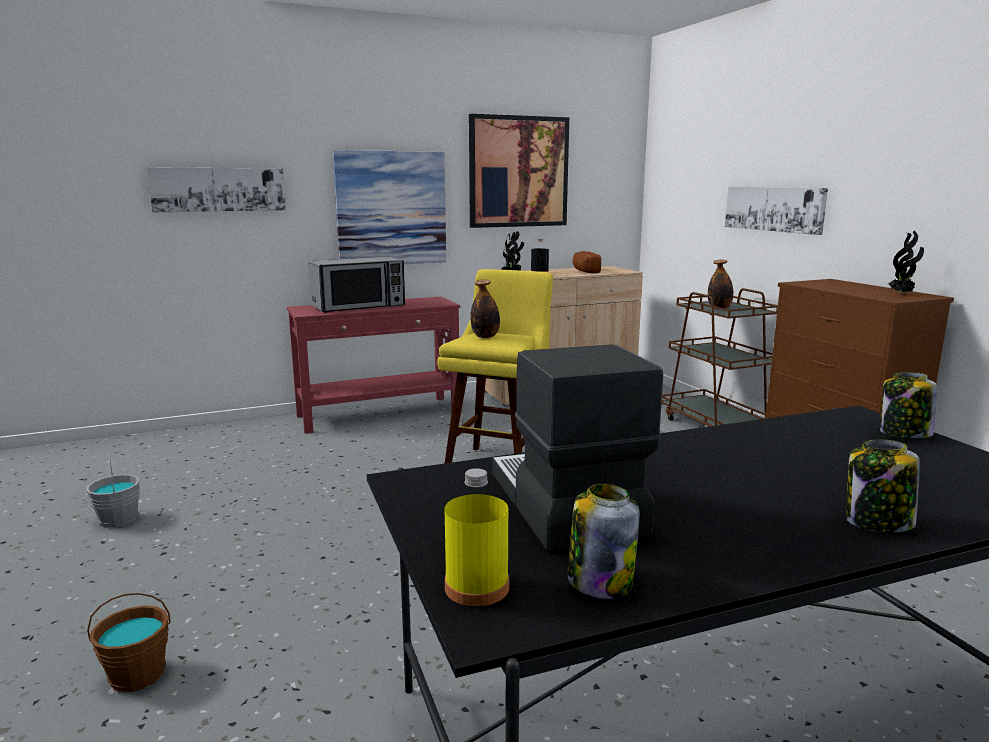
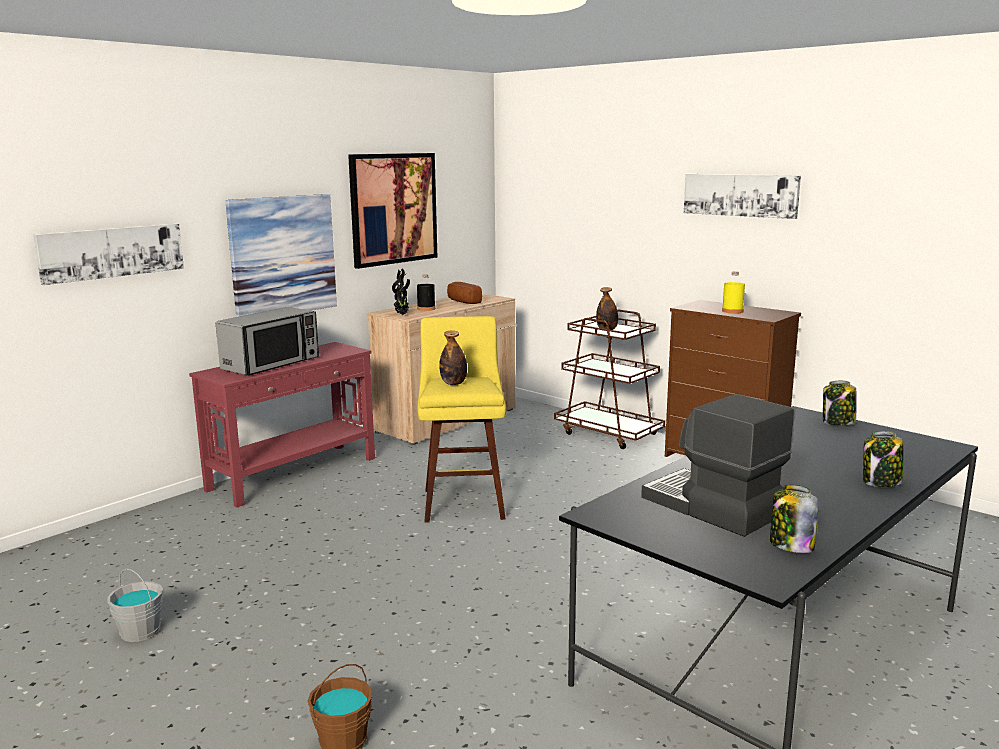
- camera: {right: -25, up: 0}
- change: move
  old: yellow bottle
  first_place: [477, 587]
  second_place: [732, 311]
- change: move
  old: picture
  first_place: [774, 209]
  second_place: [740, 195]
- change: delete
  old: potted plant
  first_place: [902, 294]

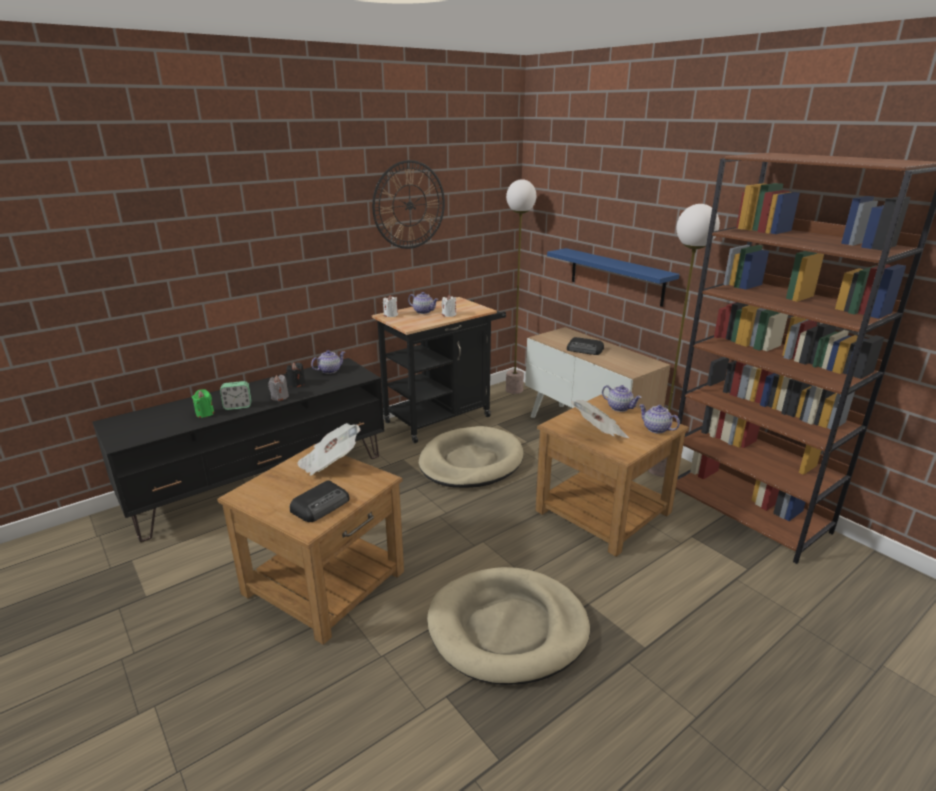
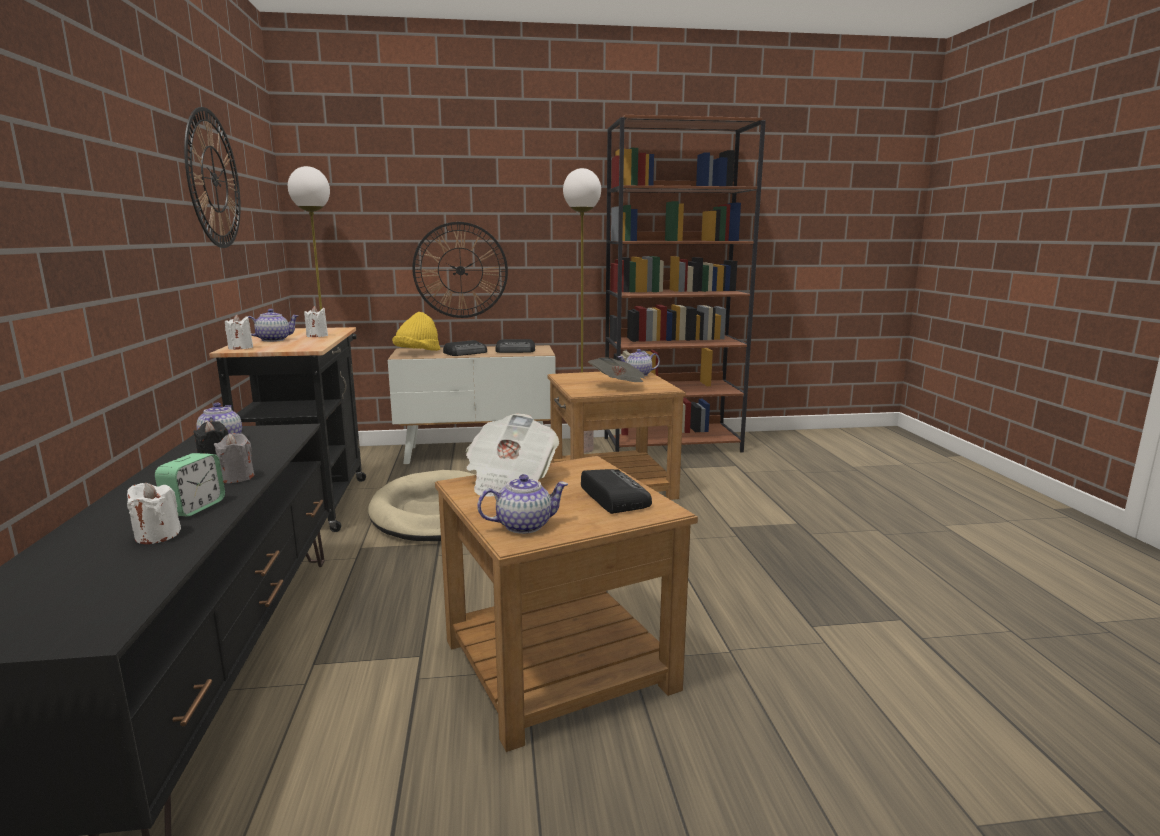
- camera: {right: -60, up: -10}
- change: recolor
  old: green candle
  new: white candle
  first_place: [205, 413]
  second_place: [157, 535]
- change: delete
  old: beige dog bed
  first_place: [508, 628]
- change: replace
  old: blue shelf
  new: wall clock
  first_place: [616, 276]
  second_place: [460, 270]
- change: move
  old: teapot
  first_place: [620, 408]
  second_place: [524, 525]
- change: insert
  new: yellow hat
  second_place: [417, 353]
- change: insert
  new: radio
  second_place: [516, 351]

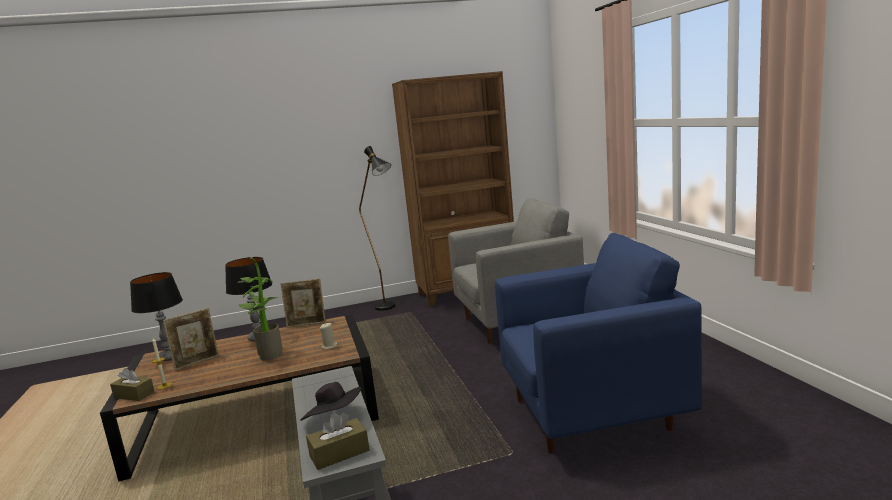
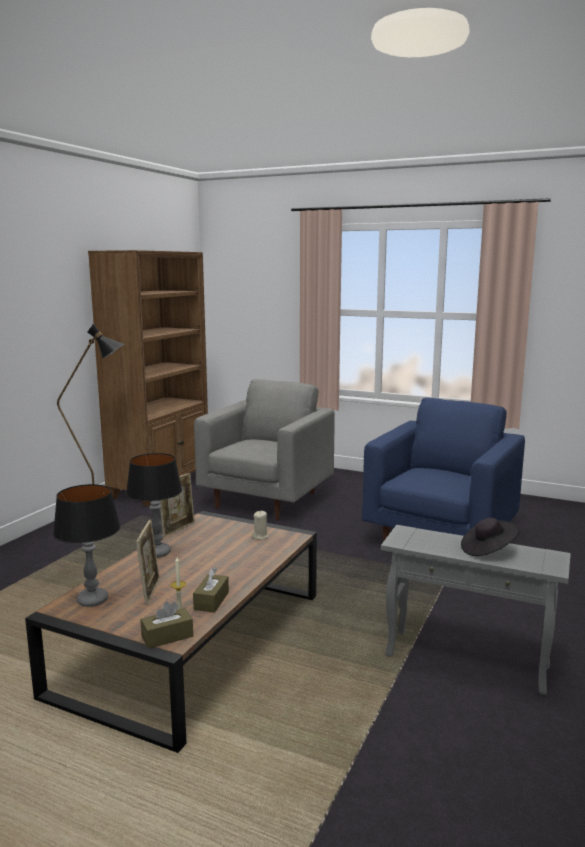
- camera: {right: -50, up: 0}
- change: delete
  old: potted plant
  first_place: [267, 355]
- change: move
  old: brown tissue box
  first_place: [339, 453]
  second_place: [211, 601]

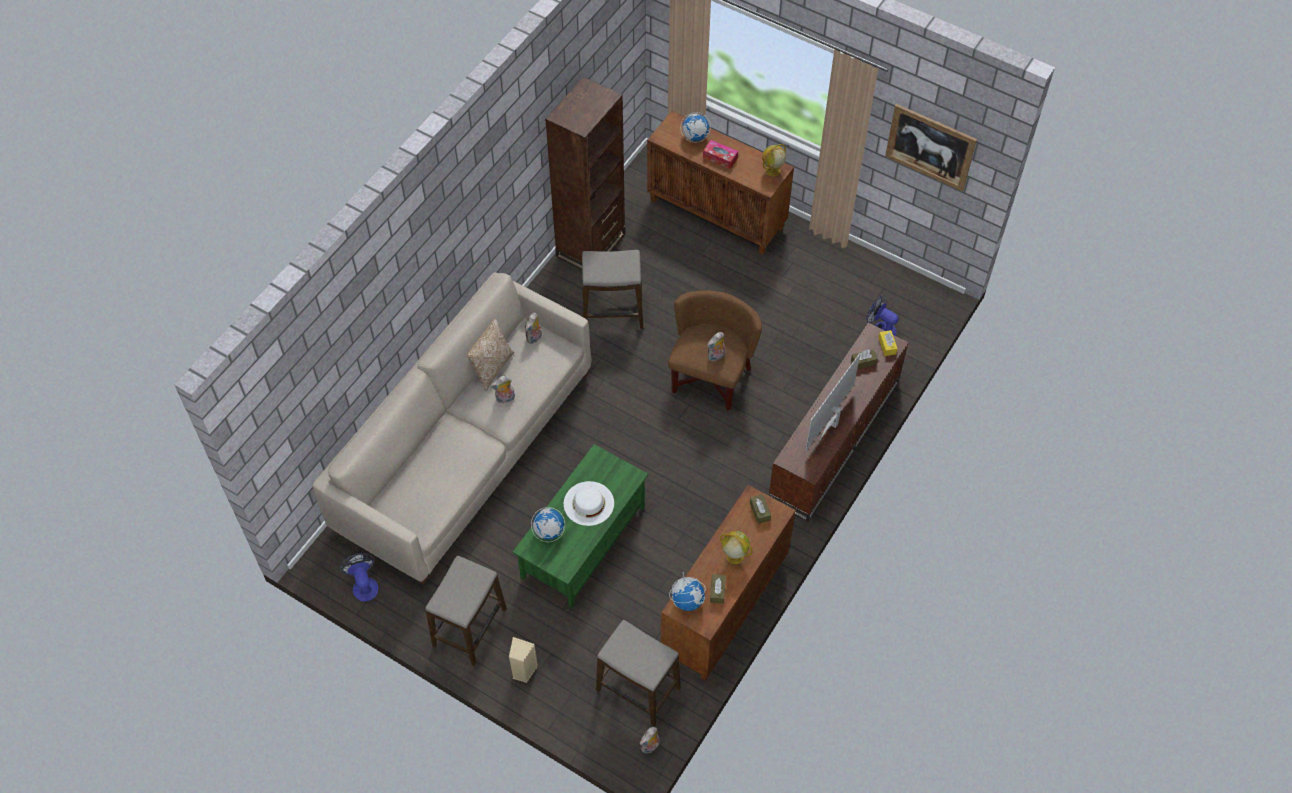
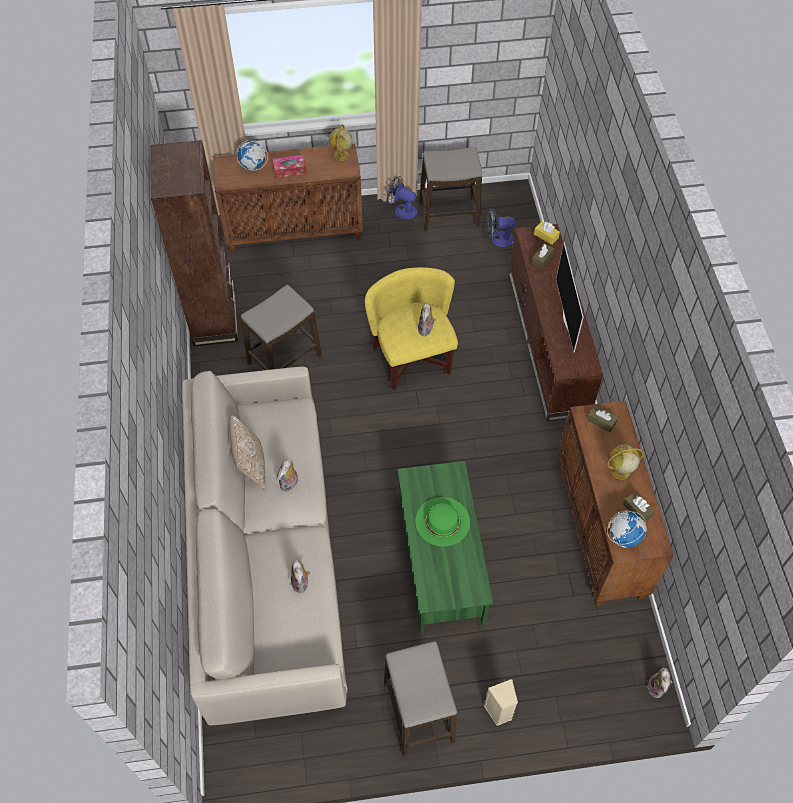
- camera: {right: -40, up: 0}
- change: move
  old: fan
  first_place: [364, 585]
  second_place: [402, 210]
- change: move
  old: plush toy
  first_place: [534, 338]
  second_place: [301, 583]
- change: delete
  old: globe
  first_place: [548, 532]
- change: recolor
  old: white hat
  new: green hat
  first_place: [588, 503]
  second_place: [442, 521]
- change: move
  old: stool
  first_place: [638, 689]
  second_place: [449, 215]
- change: recolor
  old: brown armchair
  new: yellow armchair
  first_place: [710, 378]
  second_place: [412, 359]
- change: delete
  old: picture
  first_place: [930, 147]

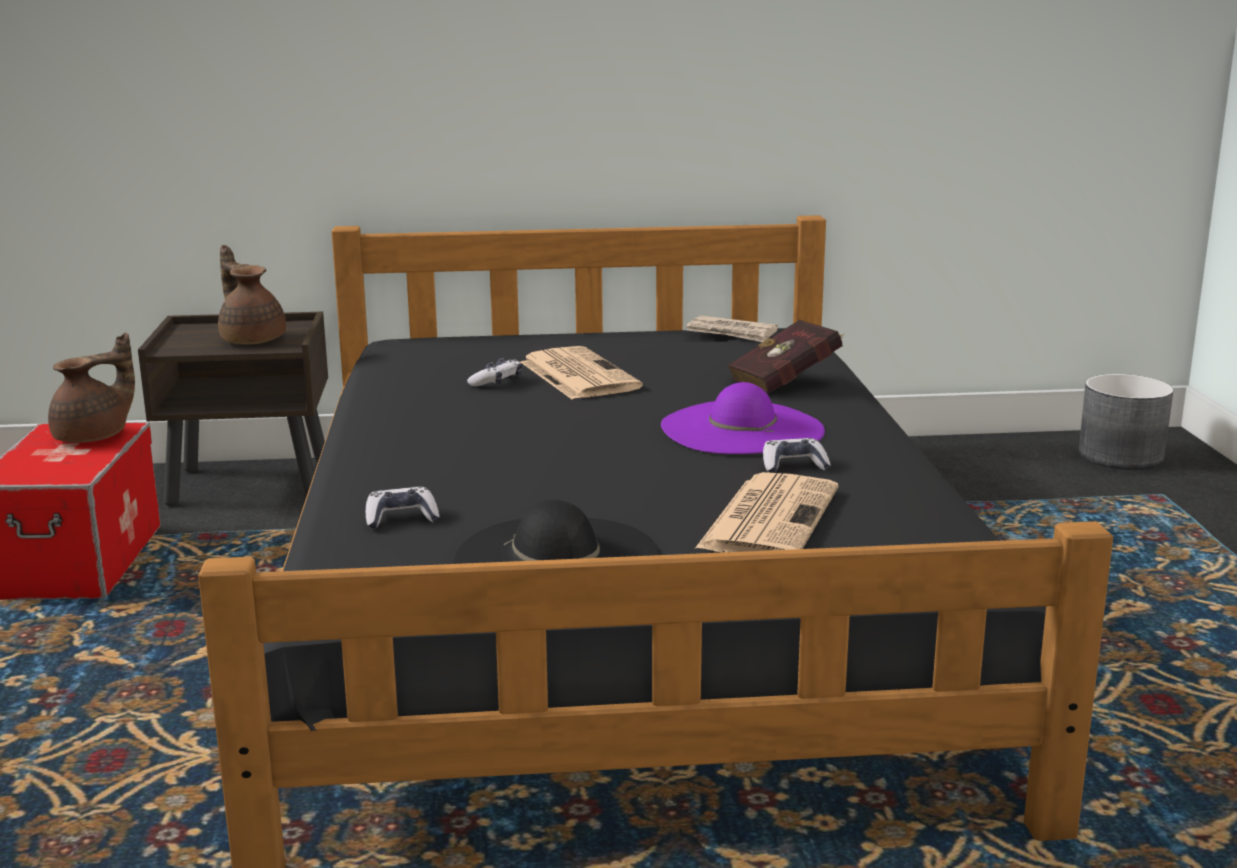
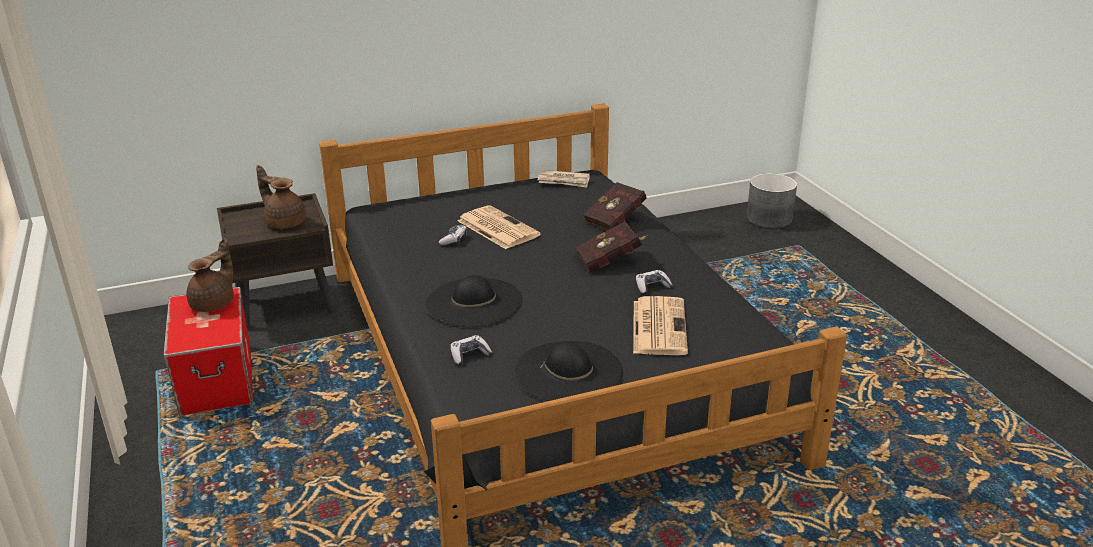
- camera: {right: -15, up: 10}
- change: replace
  old: purple hat
  new: red book
  first_place: [741, 429]
  second_place: [611, 261]
- change: insert
  new: black hat
  second_place: [474, 302]

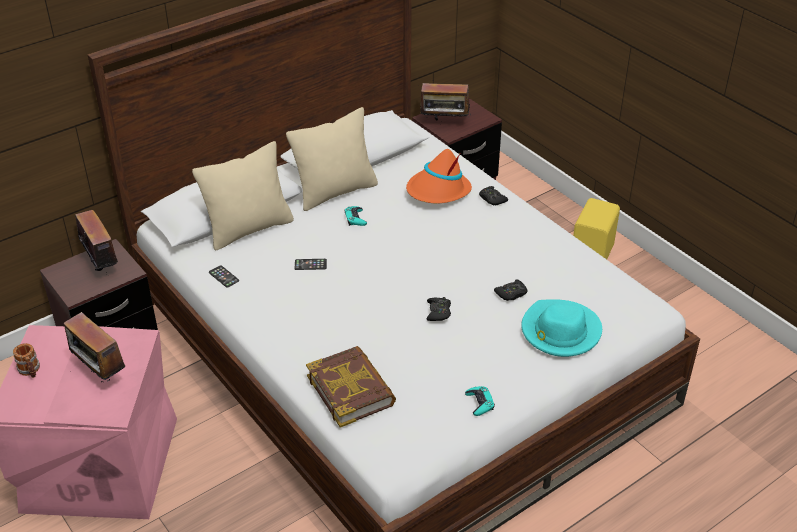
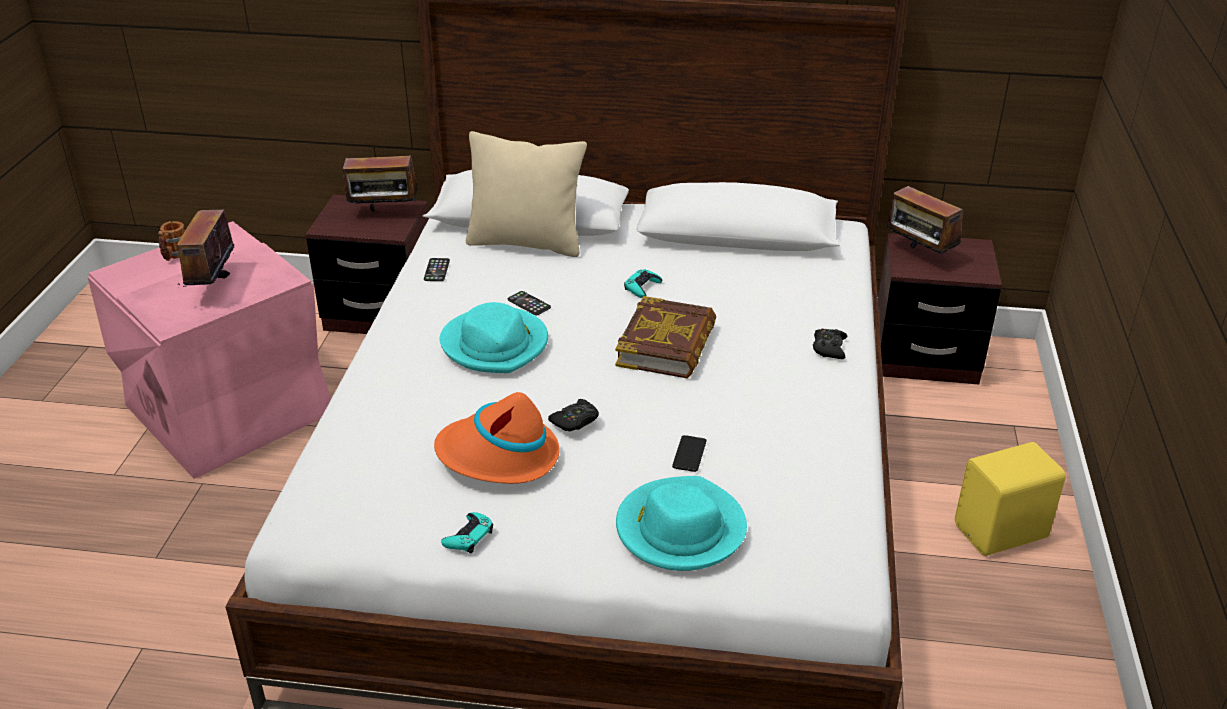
- camera: {right: 45, up: -5}
- change: rotate
  old: radio
  first_place: [101, 263]
  second_place: [384, 214]
  degrees: 75
- change: delete
  old: beige pillow
  first_place: [335, 191]
- change: move
  old: book
  first_place: [351, 390]
  second_place: [667, 345]
- change: move
  old: orange hat
  first_place: [438, 191]
  second_place: [498, 456]
- change: replace
  old: black game controller
  new: phone
  first_place: [511, 293]
  second_place: [689, 454]
- change: insert
  new: turquoise hat
  second_place: [495, 344]

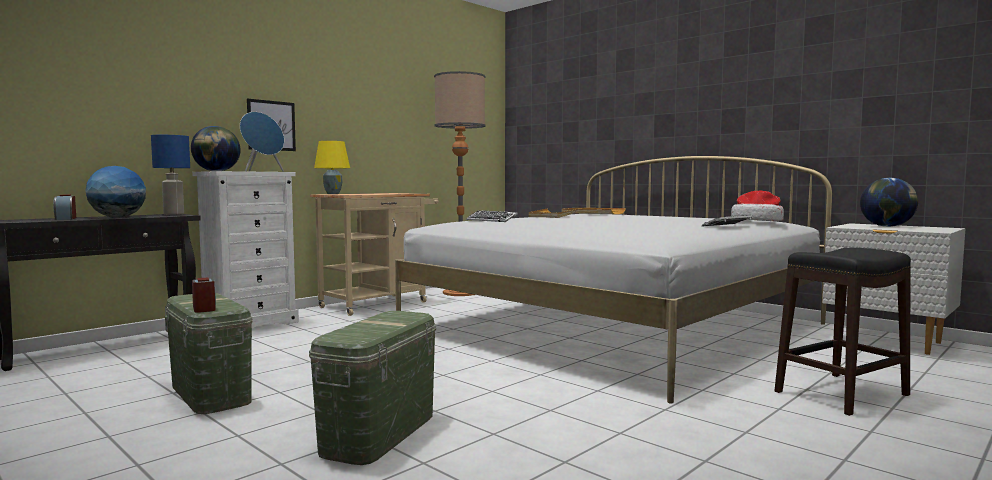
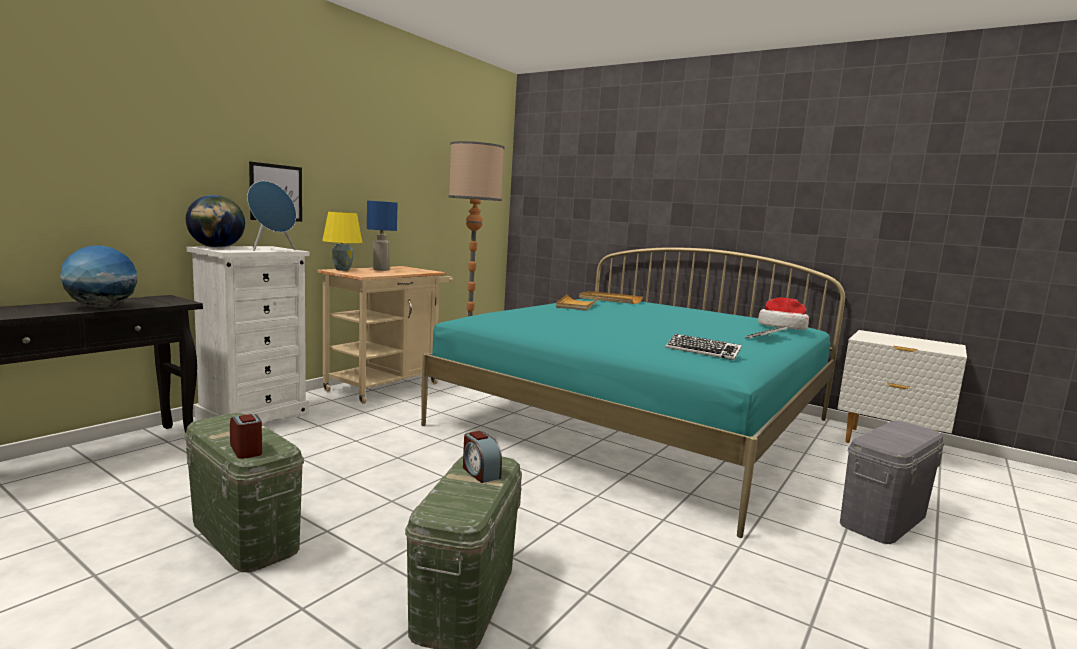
- camera: {right: -10, up: 5}
- change: move
  old: alarm clock
  first_place: [65, 218]
  second_place: [480, 472]
- change: move
  old: blue table lamp
  first_place: [174, 214]
  second_place: [381, 270]
- change: recolor
  old: white bed
  new: turquoise bed
  first_place: [615, 326]
  second_place: [639, 422]
- change: move
  old: keyboard
  first_place: [491, 220]
  second_place: [702, 351]
- change: replace
  old: black stool
  new: grey storage box
  first_place: [840, 393]
  second_place: [883, 518]
- change: delete
  old: globe
  first_place: [887, 226]

